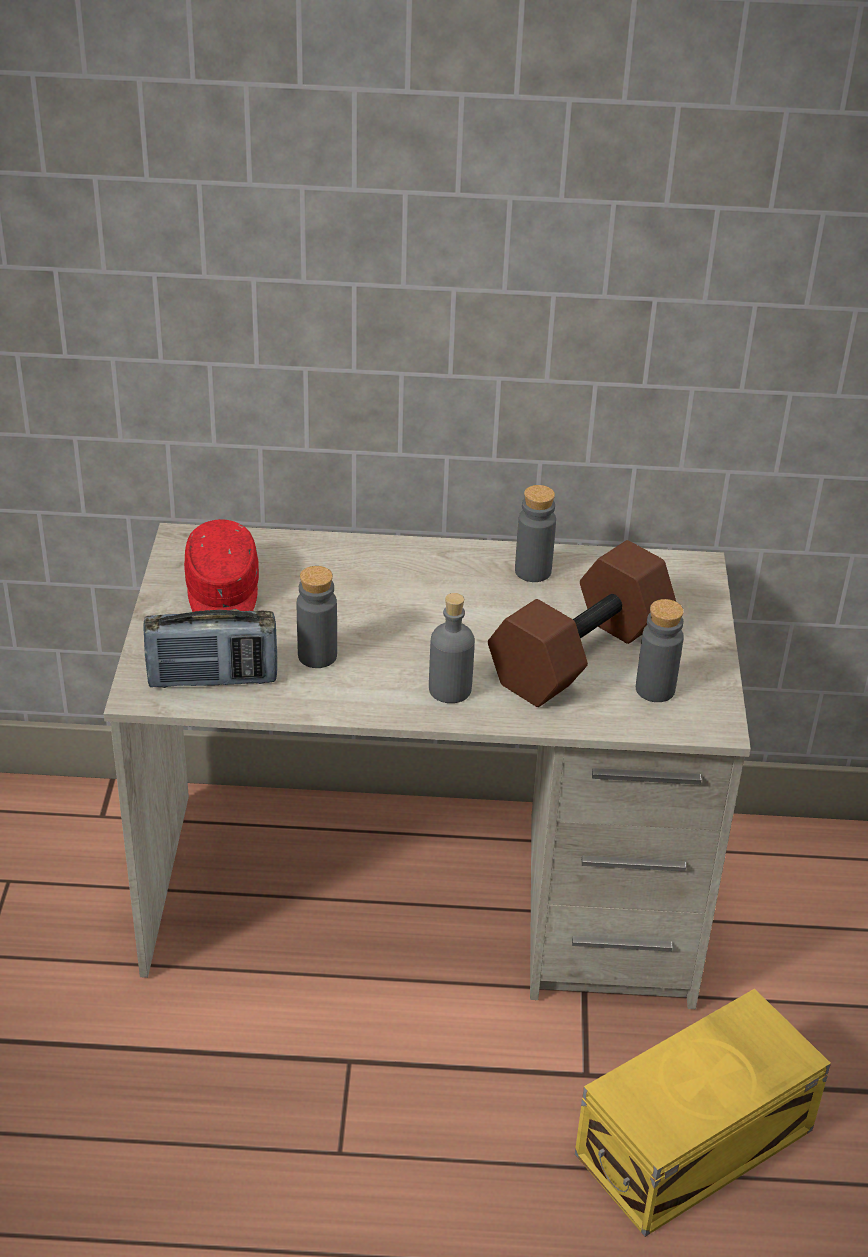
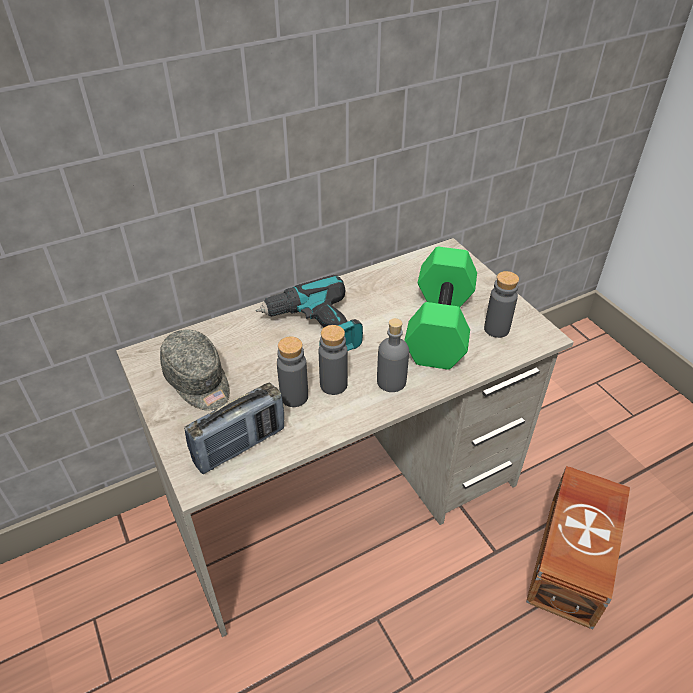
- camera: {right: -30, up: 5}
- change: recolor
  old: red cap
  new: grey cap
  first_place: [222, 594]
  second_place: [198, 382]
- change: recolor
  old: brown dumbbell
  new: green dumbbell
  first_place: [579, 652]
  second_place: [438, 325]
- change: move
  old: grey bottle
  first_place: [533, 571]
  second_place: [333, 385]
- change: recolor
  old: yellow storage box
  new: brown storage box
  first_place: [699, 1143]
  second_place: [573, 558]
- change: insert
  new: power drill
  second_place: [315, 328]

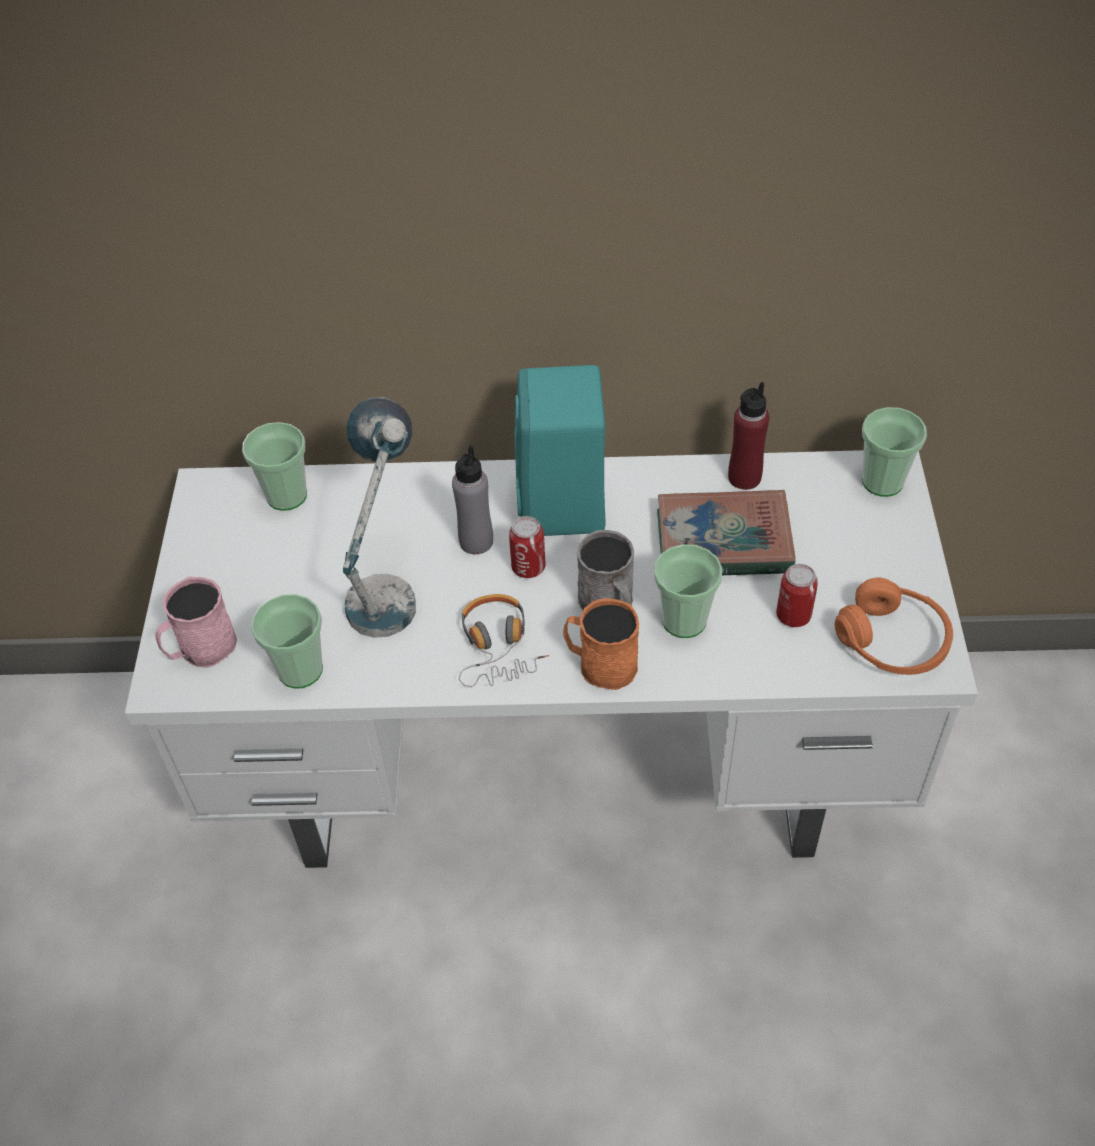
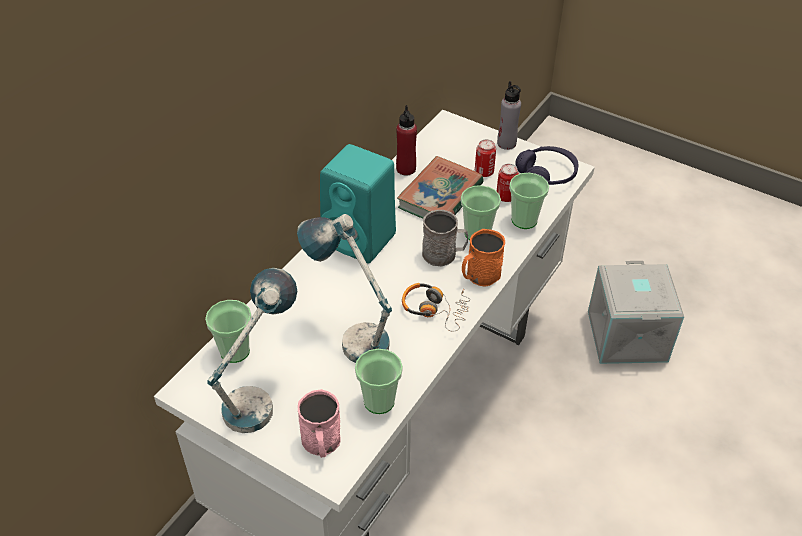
- camera: {right: -60, up: -5}
- change: move
  old: grey bottle
  first_place: [476, 541]
  second_place: [506, 143]
- change: move
  old: can
  first_place: [528, 567]
  second_place: [484, 172]
- change: recolor
  old: orange headphones
  new: purple headphones
  first_place: [892, 641]
  second_place: [546, 175]
- change: move
  old: cup
  first_place: [882, 481]
  second_place: [524, 220]
- change: insert
  new: table lamp
  second_place: [261, 396]
- change: insert
  new: grey storage box
  second_place: [625, 335]

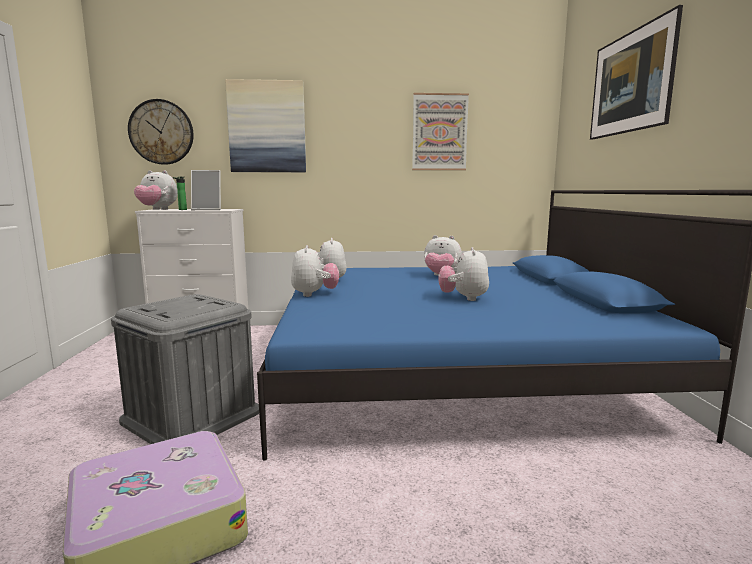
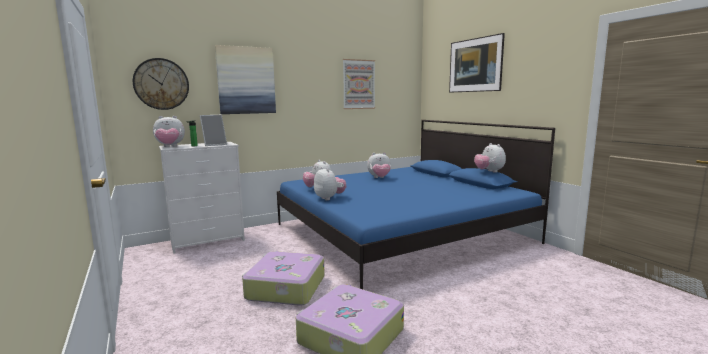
- camera: {right: -25, up: 0}
- change: replace
  old: grey storage box
  new: suitcase
  first_place: [191, 416]
  second_place: [285, 288]
- change: move
  old: plush toy
  first_place: [463, 298]
  second_place: [489, 171]

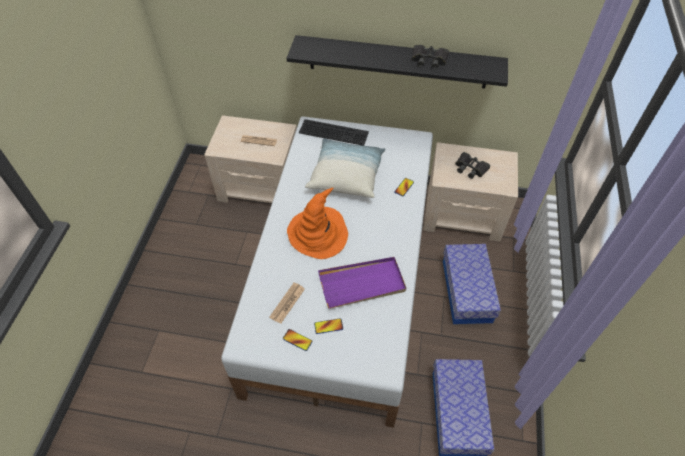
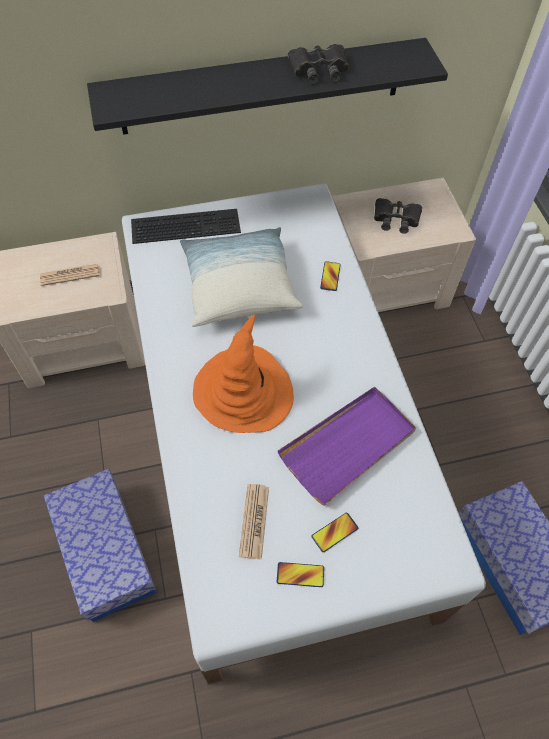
- camera: {right: -25, up: 5}
- change: move
  old: storage box
  first_place: [467, 291]
  second_place: [106, 552]

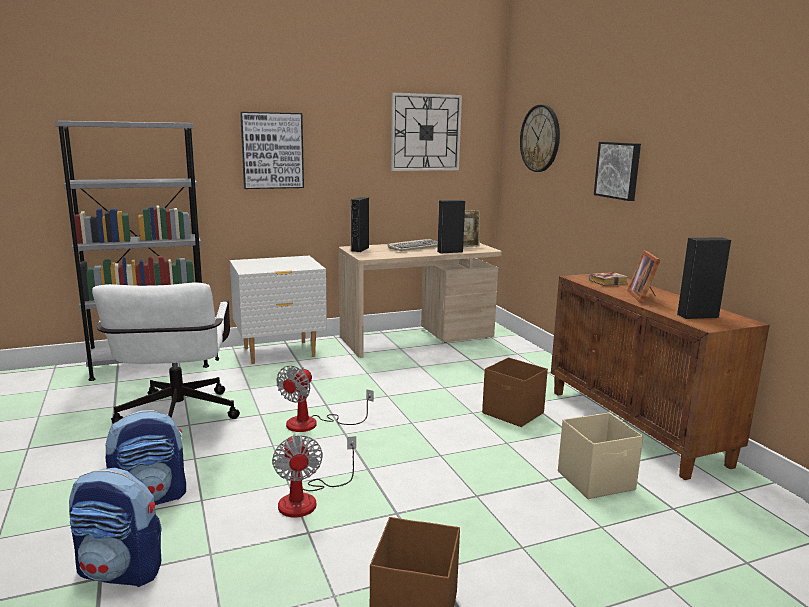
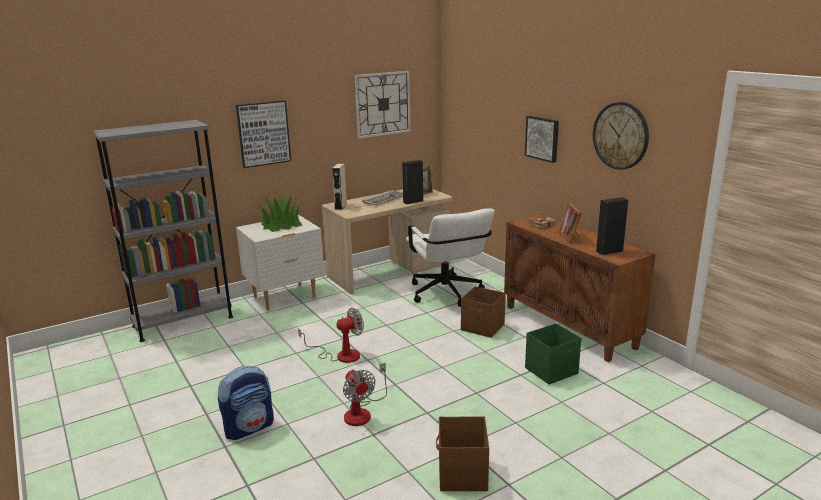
- camera: {right: -10, up: 5}
- change: delete
  old: backpack
  first_place: [121, 571]
- change: move
  old: white office chair
  first_place: [176, 419]
  second_place: [447, 295]
- change: rotate
  old: fan
  first_place: [313, 424]
  second_place: [340, 355]
  degrees: -135
- change: recolor
  old: black speaker
  new: beige speaker
  first_place: [360, 249]
  second_place: [340, 206]
- change: move
  old: wall clock
  first_place: [540, 138]
  second_place: [620, 135]
- change: recolor
  old: beige storage box
  new: green storage box
  first_place: [597, 481]
  second_place: [552, 371]
- change: insert
  new: potted plant
  second_place: [281, 225]

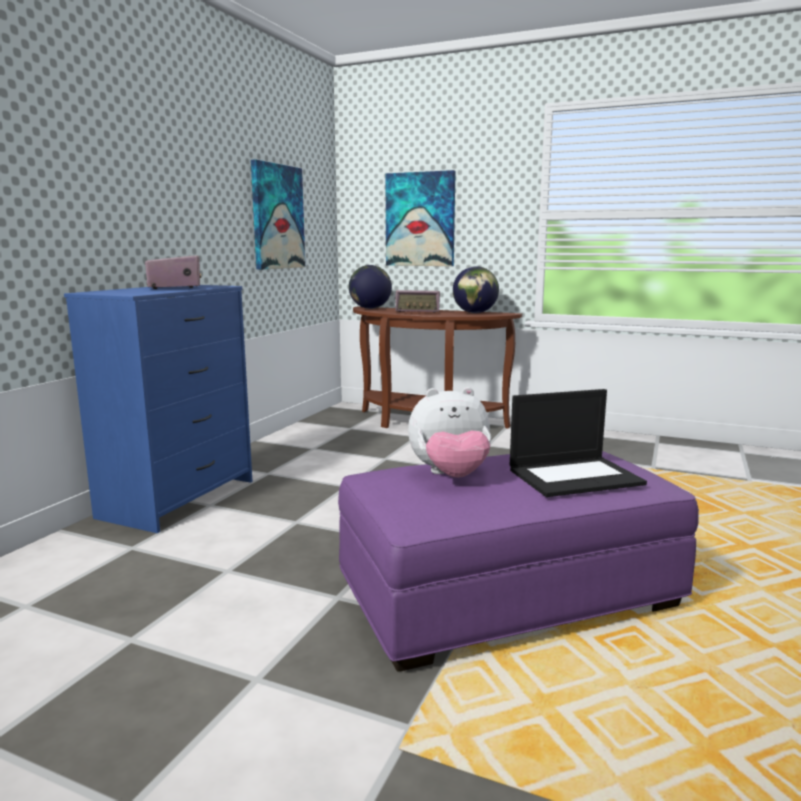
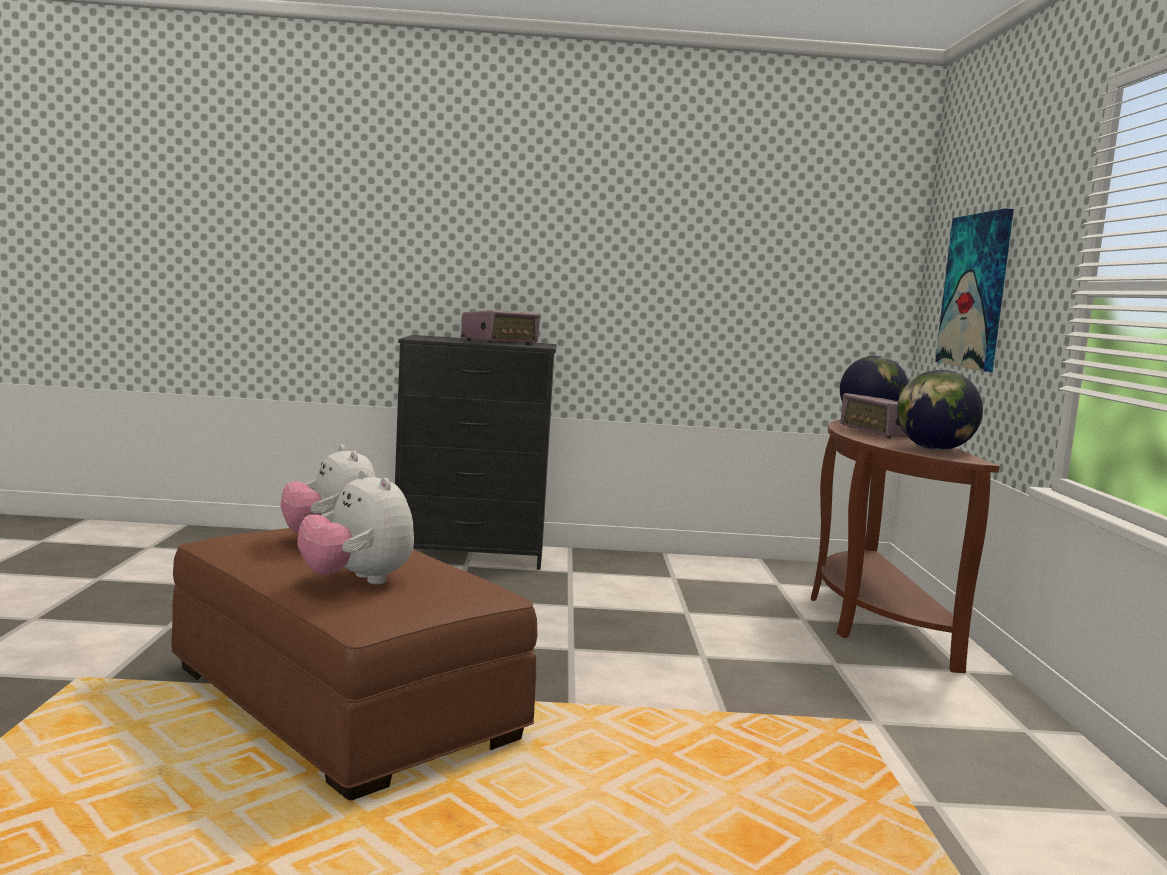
- camera: {right: 65, up: -5}
- change: recolor
  old: blue dresser
  new: black dresser
  first_place: [179, 499]
  second_place: [470, 554]
- change: delete
  old: picture
  first_place: [277, 217]
- change: recolor
  old: purple ottoman
  new: brown ottoman
  first_place: [507, 593]
  second_place: [342, 702]
- change: replace
  old: laptop
  new: plush toy
  first_place: [575, 476]
  second_place: [356, 581]

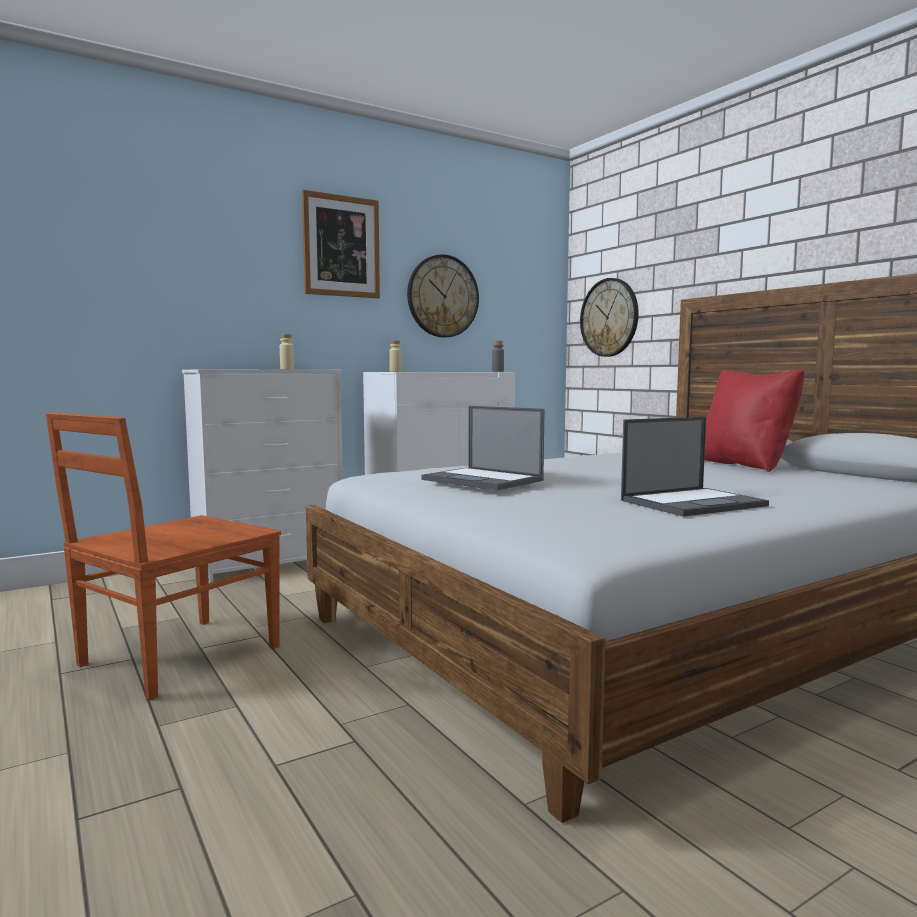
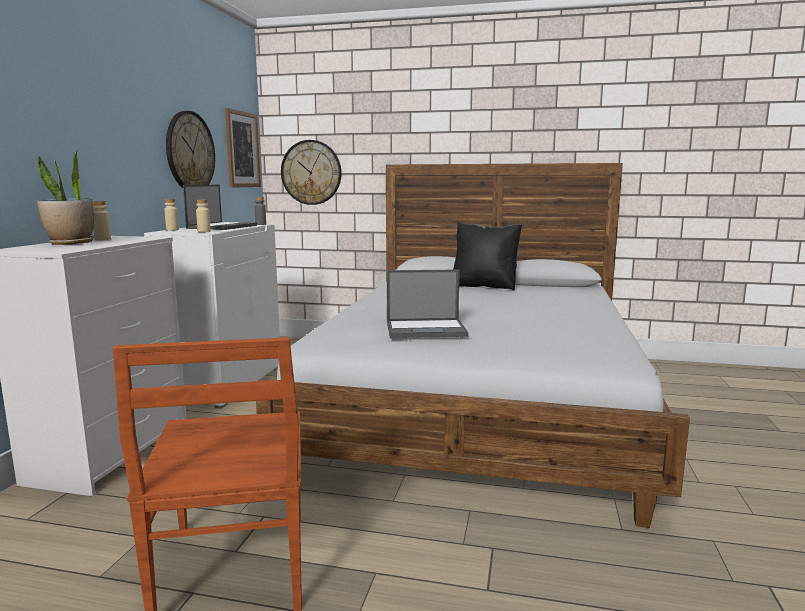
- camera: {right: -45, up: 5}
- change: move
  old: picture
  first_place: [341, 246]
  second_place: [242, 149]
- change: move
  old: laptop
  first_place: [693, 503]
  second_place: [222, 227]
- change: recolor
  old: red pillow
  new: black pillow
  first_place: [744, 465]
  second_place: [484, 286]
- change: insert
  new: potted plant
  second_place: [71, 243]
- change: insert
  new: beige bottle
  second_place: [204, 232]

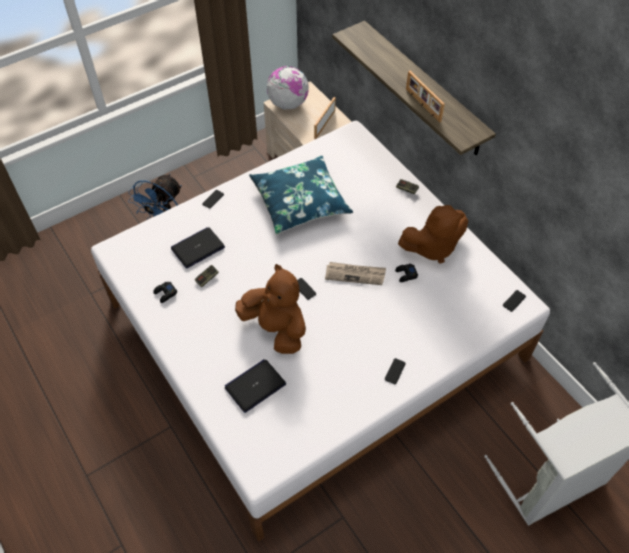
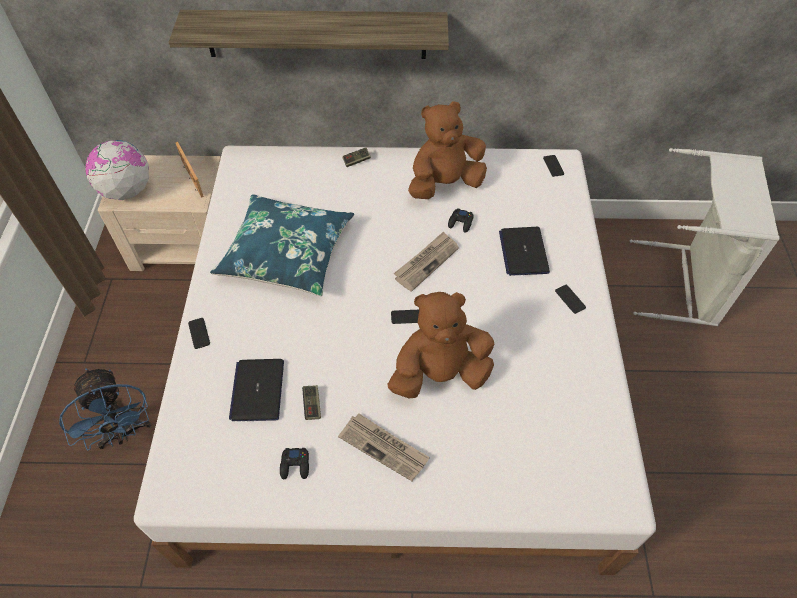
- camera: {right: -55, up: 0}
- change: move
  old: laptop
  first_place: [255, 386]
  second_place: [523, 252]
- change: rotate
  old: brown plush toy
  first_place: [432, 247]
  second_place: [444, 184]
  degrees: -135
- change: delete
  old: picture frame
  first_place: [422, 105]
- change: insert
  new: newspaper
  second_place: [384, 447]

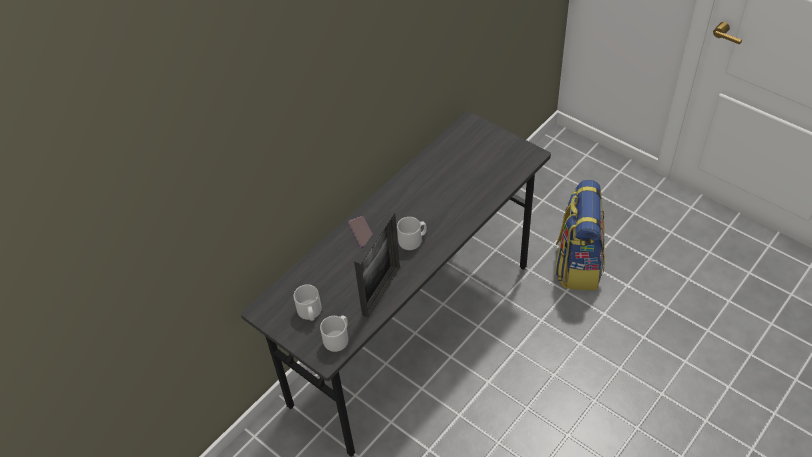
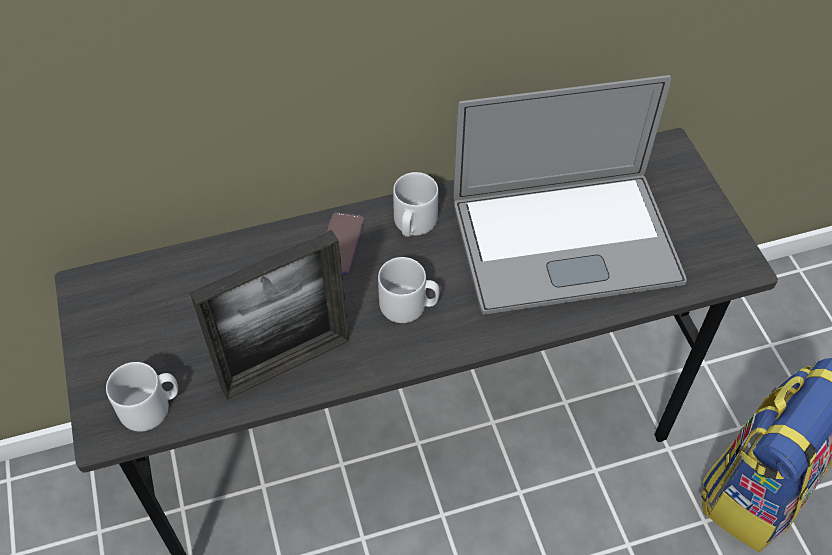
- camera: {right: 30, up: 5}
- change: move
  old: grey mug
  first_place: [310, 312]
  second_place: [413, 224]
- change: insert
  new: laptop
  second_place: [565, 241]

